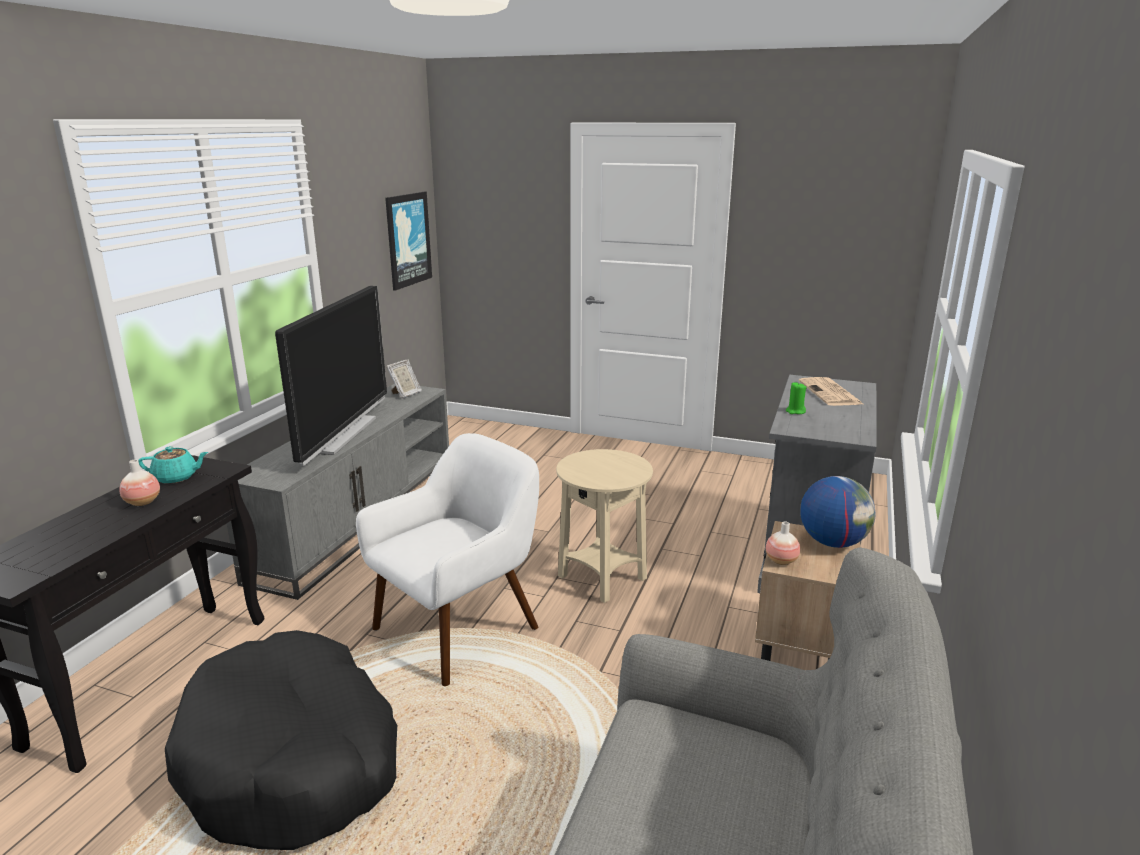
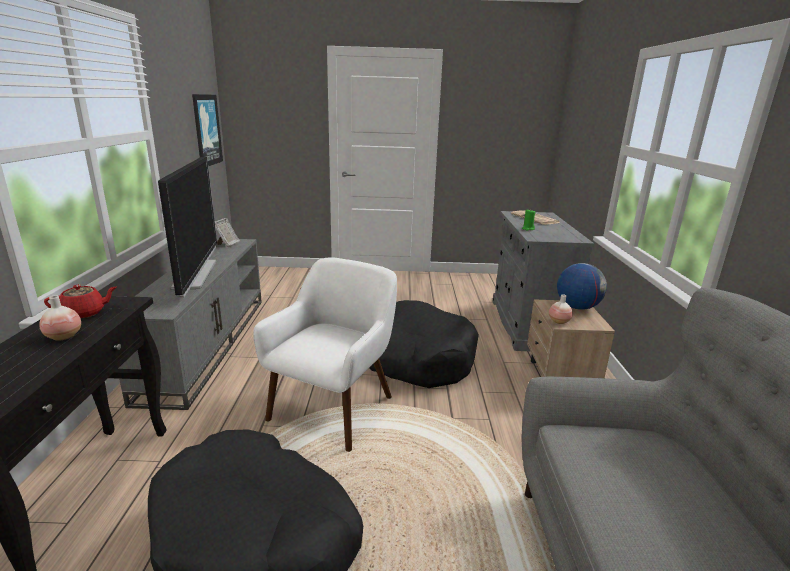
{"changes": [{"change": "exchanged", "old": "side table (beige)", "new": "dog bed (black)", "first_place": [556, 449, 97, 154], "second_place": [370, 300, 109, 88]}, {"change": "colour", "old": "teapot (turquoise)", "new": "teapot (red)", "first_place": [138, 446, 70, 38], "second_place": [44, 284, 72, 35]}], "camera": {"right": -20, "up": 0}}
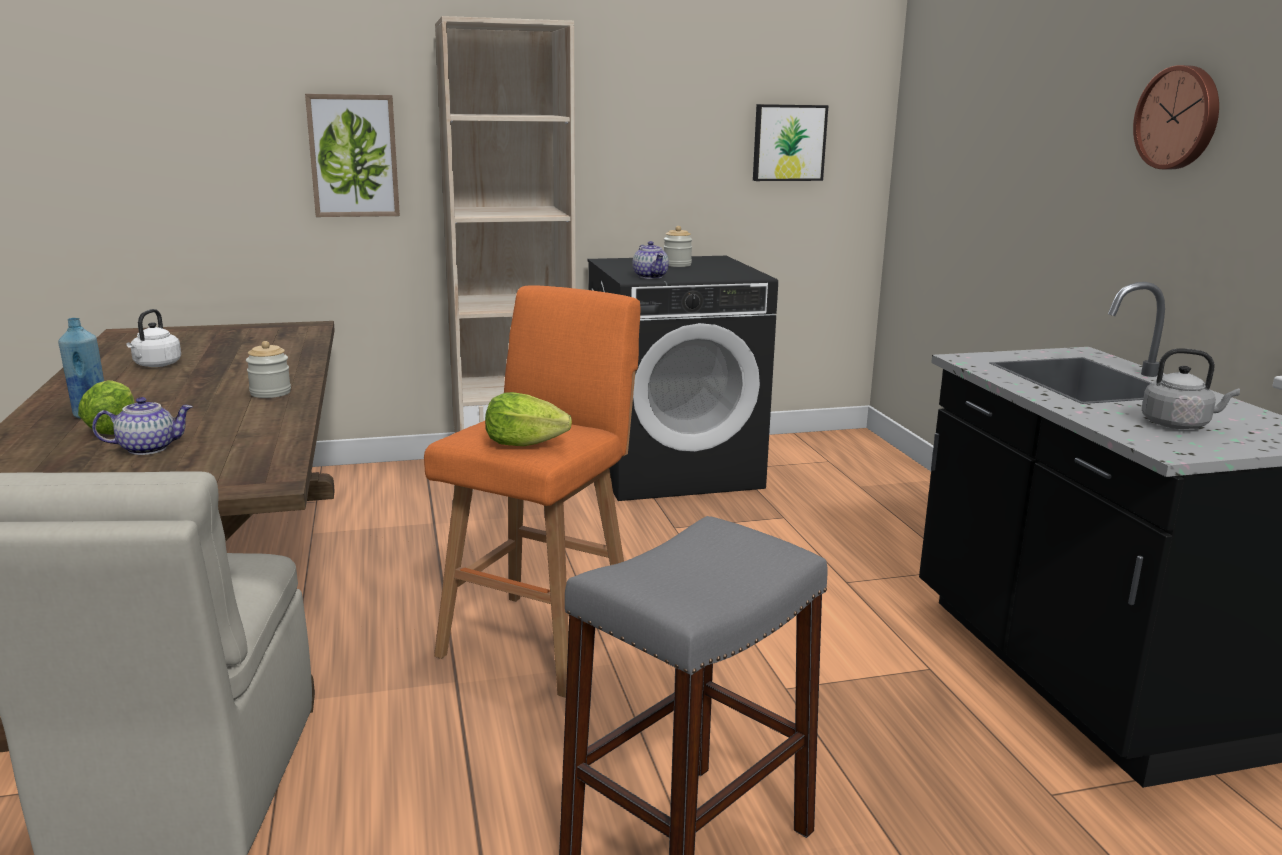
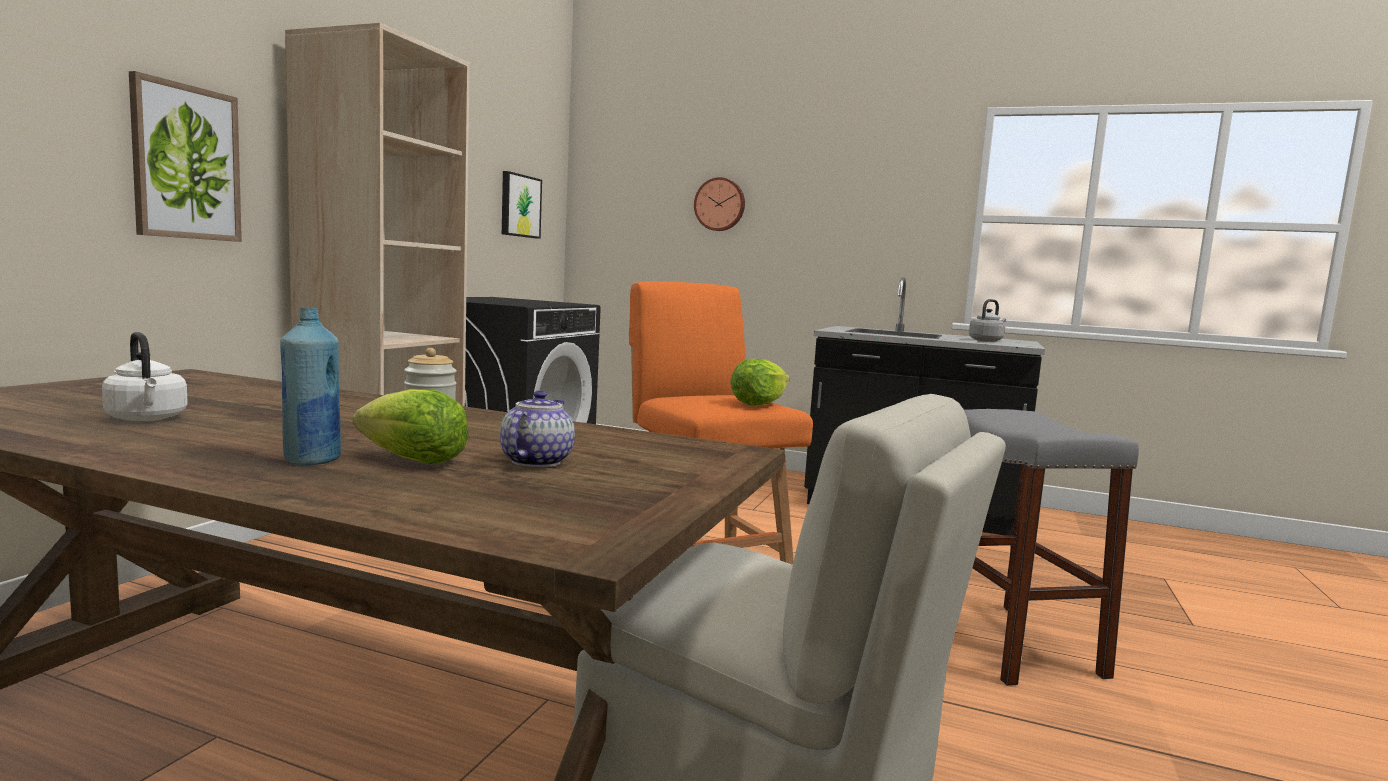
{"changes": [{"change": "missing", "old": "teapot", "first_place": [633, 241, 36, 38]}, {"change": "missing", "old": "jar", "first_place": [664, 226, 28, 41]}, {"change": "relocated", "old": "wall clock", "first_place": [1133, 65, 86, 104], "second_place": [694, 177, 51, 54]}], "camera": {"right": -55, "up": -10}}
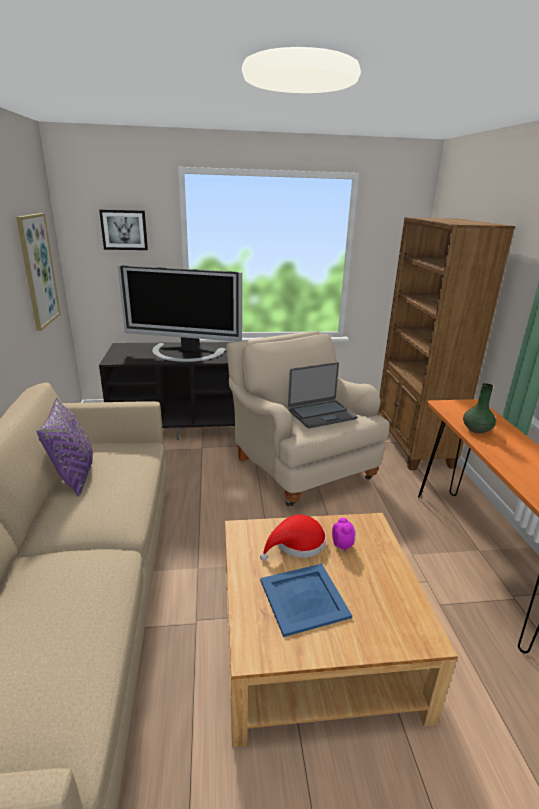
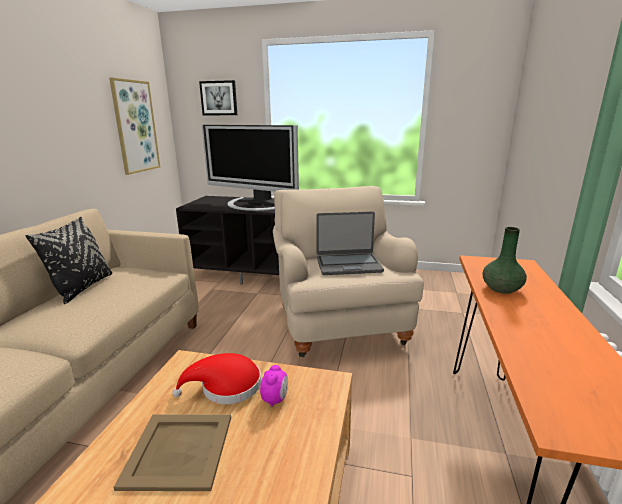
{"changes": [{"change": "missing", "old": "bookcase (brown)", "first_place": [377, 217, 138, 253]}, {"change": "colour", "old": "pillow (purple)", "new": "pillow (black)", "first_place": [36, 398, 57, 98], "second_place": [26, 217, 86, 87]}, {"change": "colour", "old": "tray (blue)", "new": "tray (beige)", "first_place": [260, 564, 92, 73], "second_place": [113, 414, 118, 77]}], "camera": {"right": 20, "up": -5}}
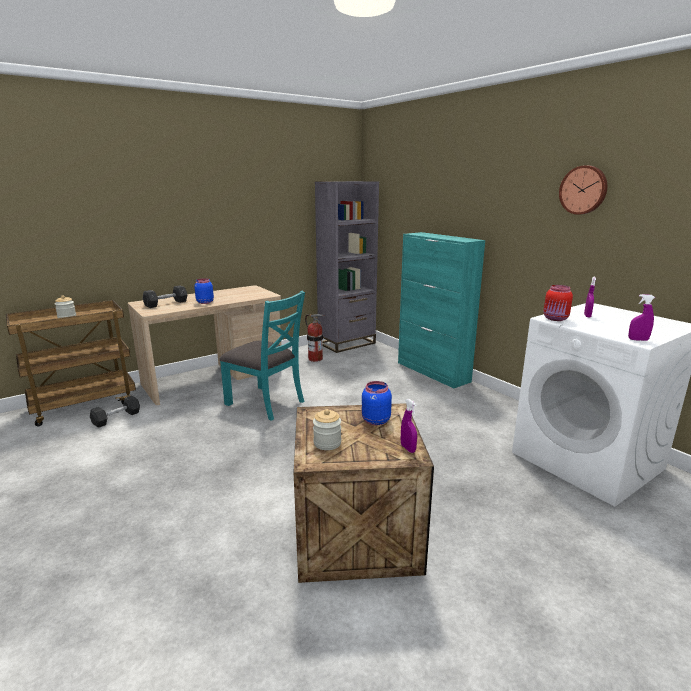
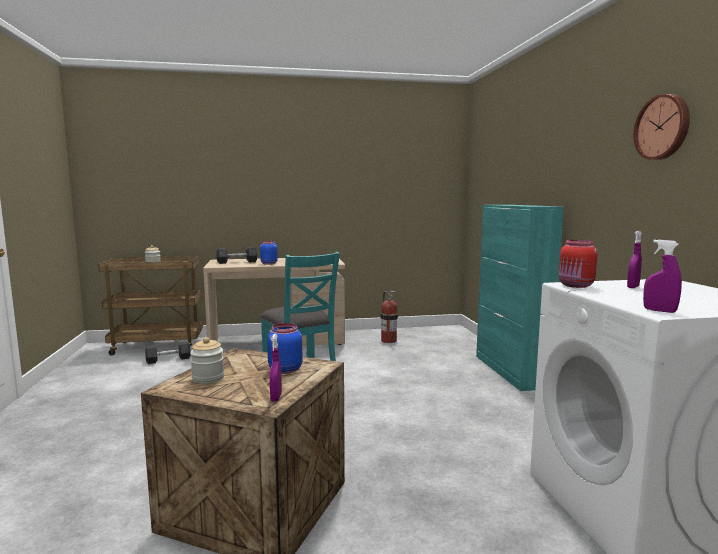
{"changes": [{"change": "missing", "old": "bookcase (grey)", "first_place": [315, 181, 64, 172]}], "camera": {"right": 25, "up": -10}}
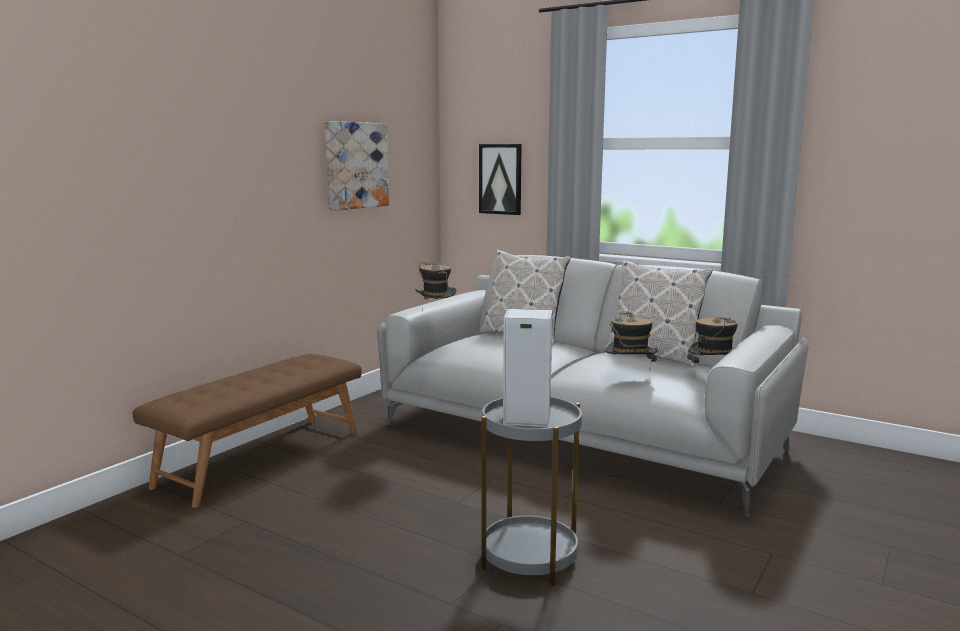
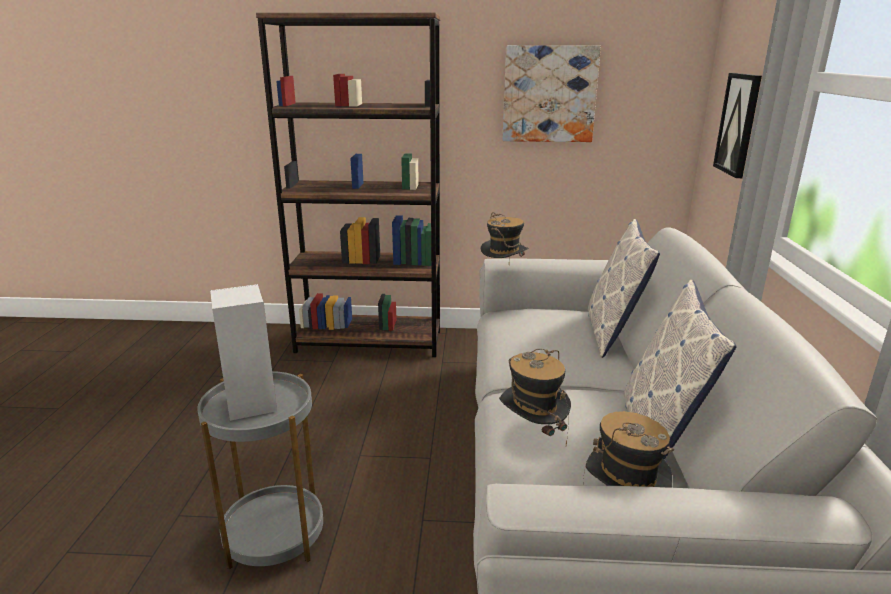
{"changes": [{"change": "exchanged", "old": "bench (brown)", "new": "bookcase (brown)", "first_place": [133, 354, 229, 154], "second_place": [256, 13, 184, 344]}], "camera": {"right": 60, "up": 10}}
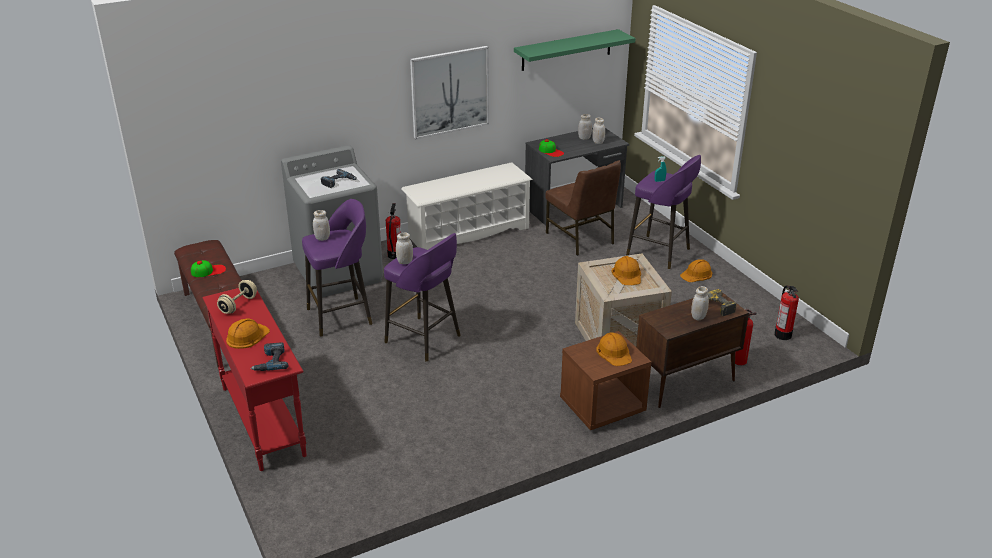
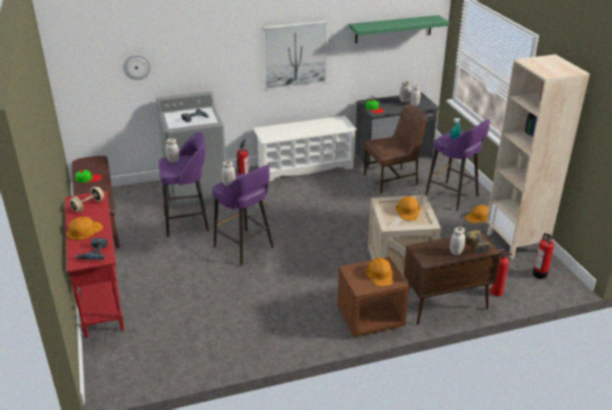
{"changes": [{"change": "appeared", "new": "wall clock", "second_place": [123, 54, 28, 26]}, {"change": "appeared", "new": "bookcase (beige)", "second_place": [487, 54, 103, 206]}, {"change": "spun", "old": "chair (brown)", "first_place": [545, 160, 76, 96], "second_place": [364, 103, 63, 91], "degrees": -90}], "camera": {"right": 10, "up": 0}}
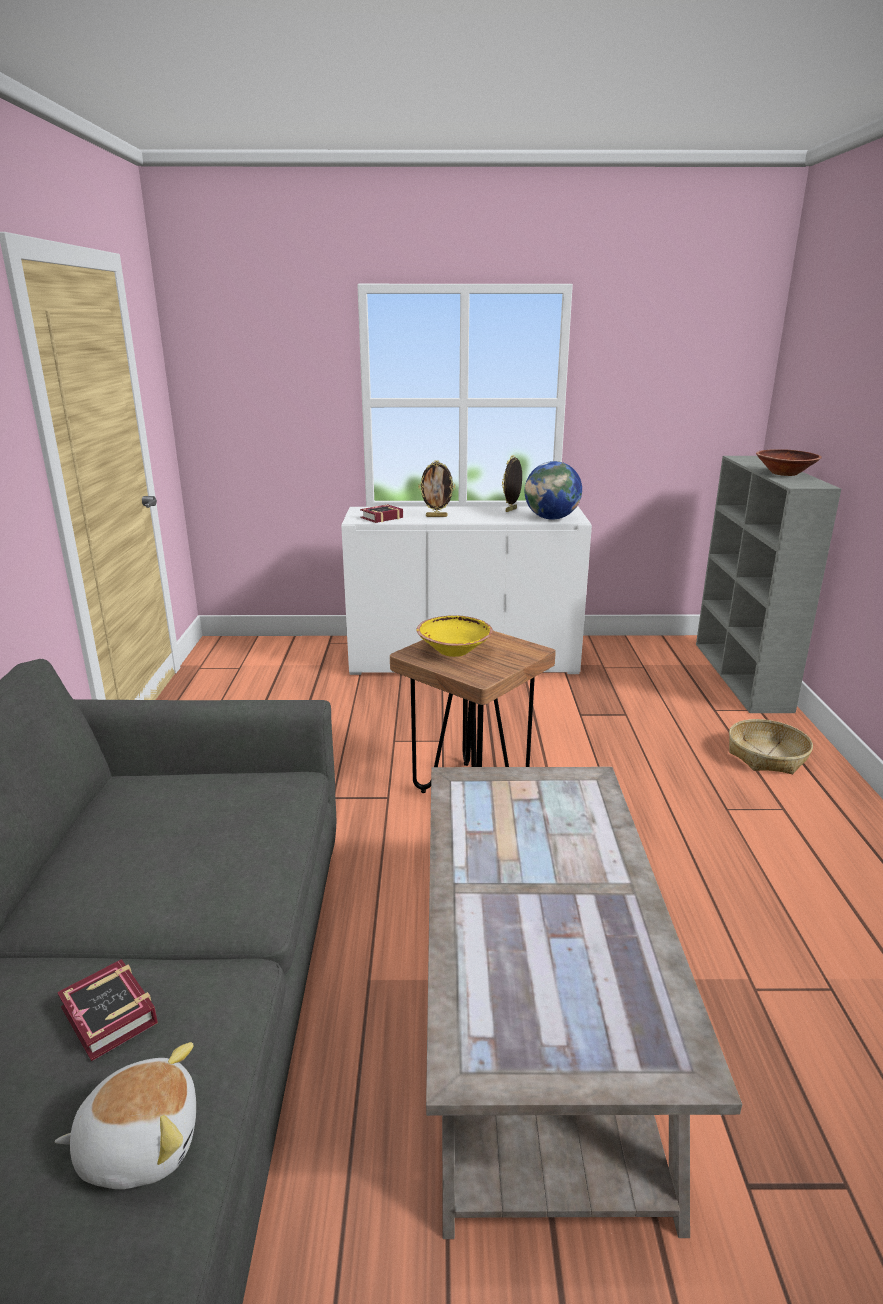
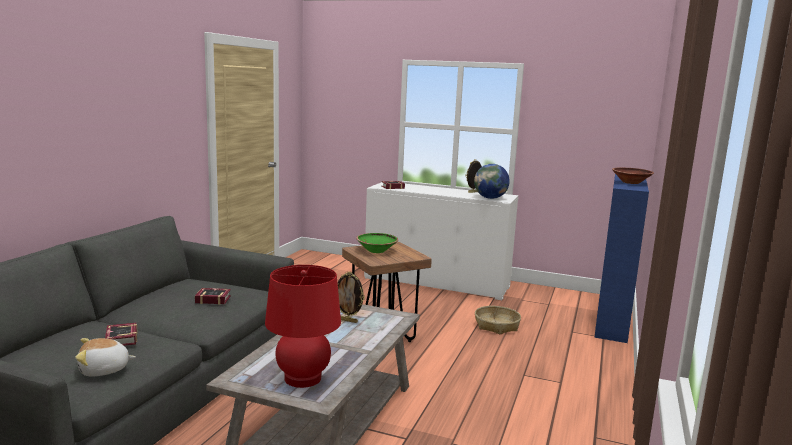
{"changes": [{"change": "appeared", "new": "book", "second_place": [195, 288, 36, 17]}, {"change": "appeared", "new": "table lamp (red)", "second_place": [265, 265, 76, 123]}, {"change": "relocated", "old": "picture frame", "first_place": [418, 460, 37, 57], "second_place": [338, 272, 27, 51]}, {"change": "relocated", "old": "basket", "first_place": [729, 719, 84, 55], "second_place": [475, 306, 46, 28]}, {"change": "colour", "old": "bowl (yellow)", "new": "bowl (green)", "first_place": [416, 615, 76, 42], "second_place": [356, 233, 42, 20]}, {"change": "colour", "old": "bookcase (grey)", "new": "bookcase (blue)", "first_place": [696, 456, 145, 257], "second_place": [594, 174, 55, 169]}, {"change": "spun", "old": "plush toy", "first_place": [55, 1042, 141, 147], "second_place": [75, 338, 61, 39], "degrees": 150}], "camera": {"right": 20, "up": -10}}
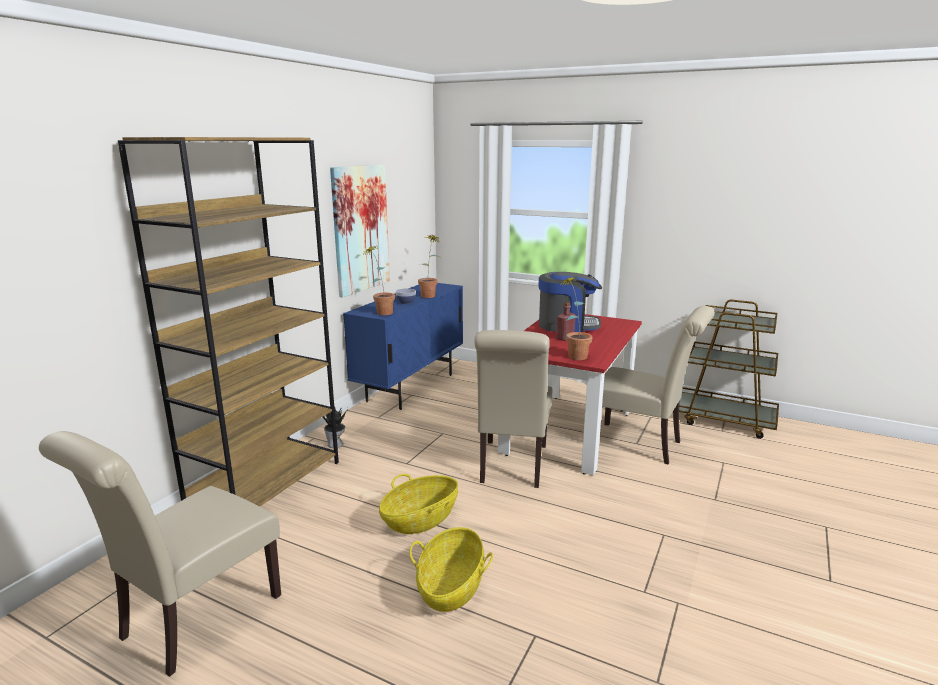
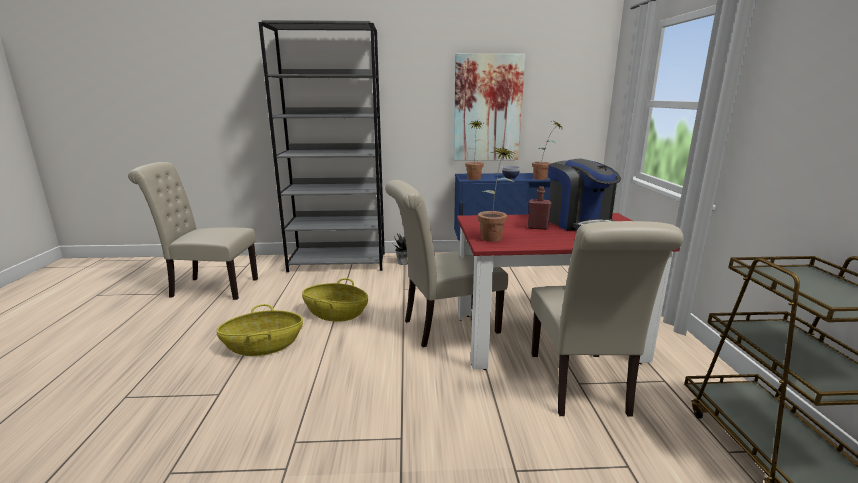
{"changes": [{"change": "colour", "old": "bookcase (brown)", "new": "bookcase (grey)", "first_place": [118, 137, 221, 369], "second_place": [258, 20, 127, 252]}], "camera": {"right": 60, "up": 0}}
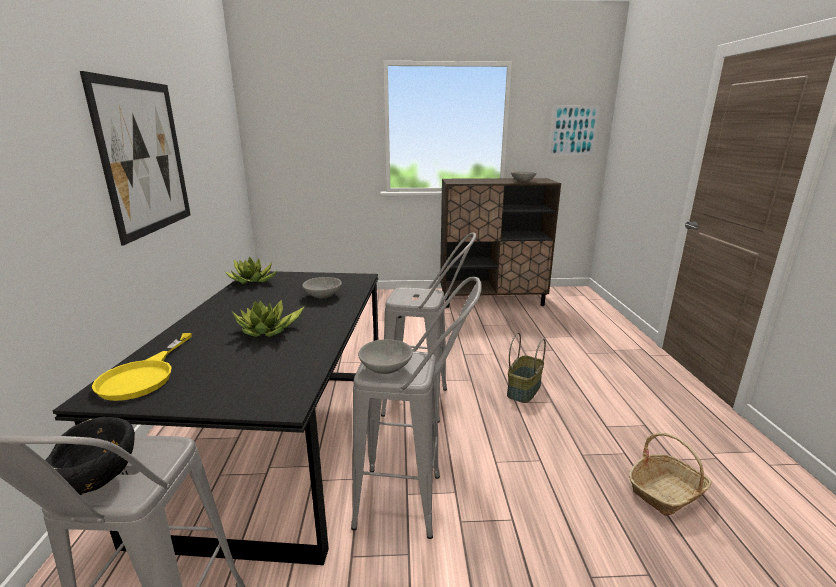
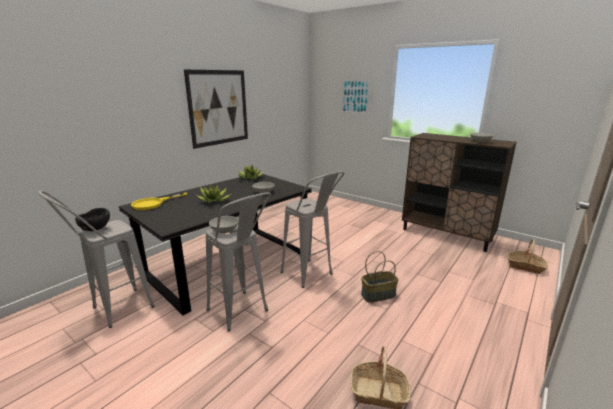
{"changes": [{"change": "appeared", "new": "basket", "second_place": [507, 239, 41, 35]}, {"change": "relocated", "old": "picture", "first_place": [548, 105, 53, 51], "second_place": [340, 79, 31, 35]}], "camera": {"right": 40, "up": 0}}
